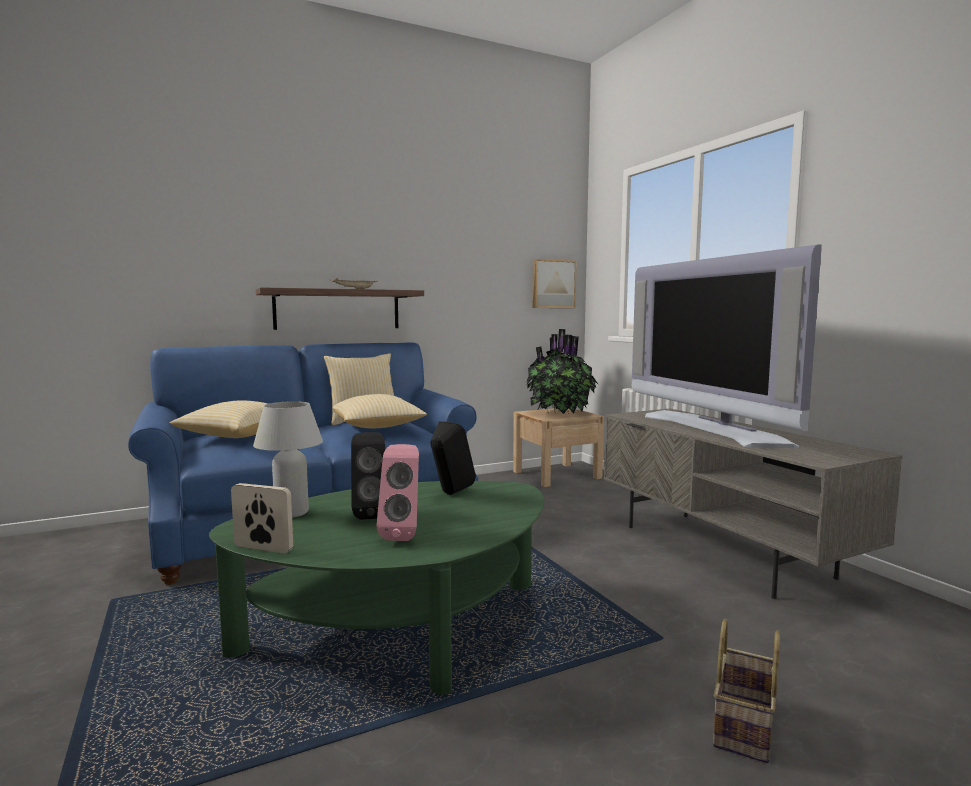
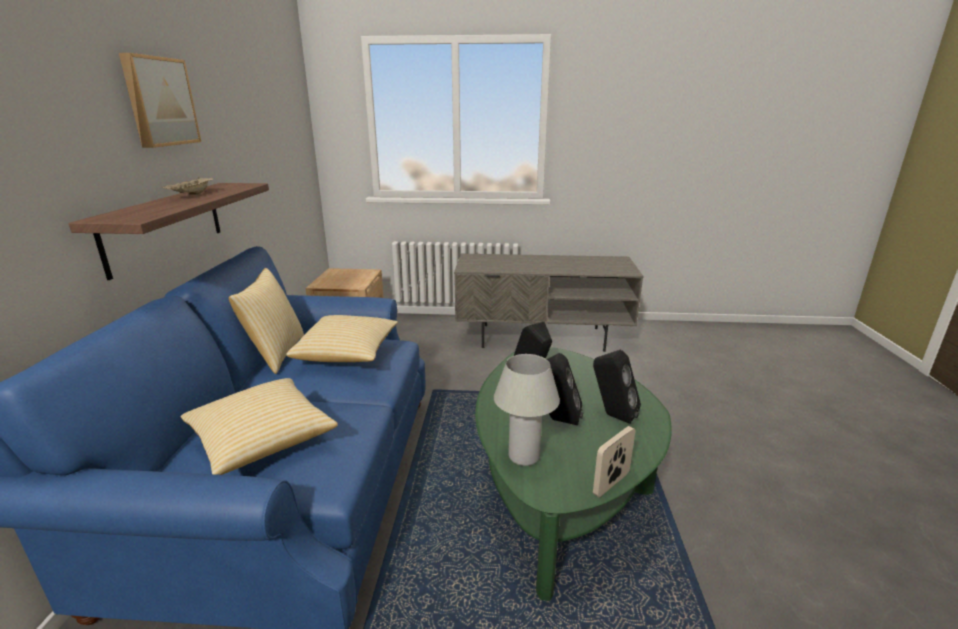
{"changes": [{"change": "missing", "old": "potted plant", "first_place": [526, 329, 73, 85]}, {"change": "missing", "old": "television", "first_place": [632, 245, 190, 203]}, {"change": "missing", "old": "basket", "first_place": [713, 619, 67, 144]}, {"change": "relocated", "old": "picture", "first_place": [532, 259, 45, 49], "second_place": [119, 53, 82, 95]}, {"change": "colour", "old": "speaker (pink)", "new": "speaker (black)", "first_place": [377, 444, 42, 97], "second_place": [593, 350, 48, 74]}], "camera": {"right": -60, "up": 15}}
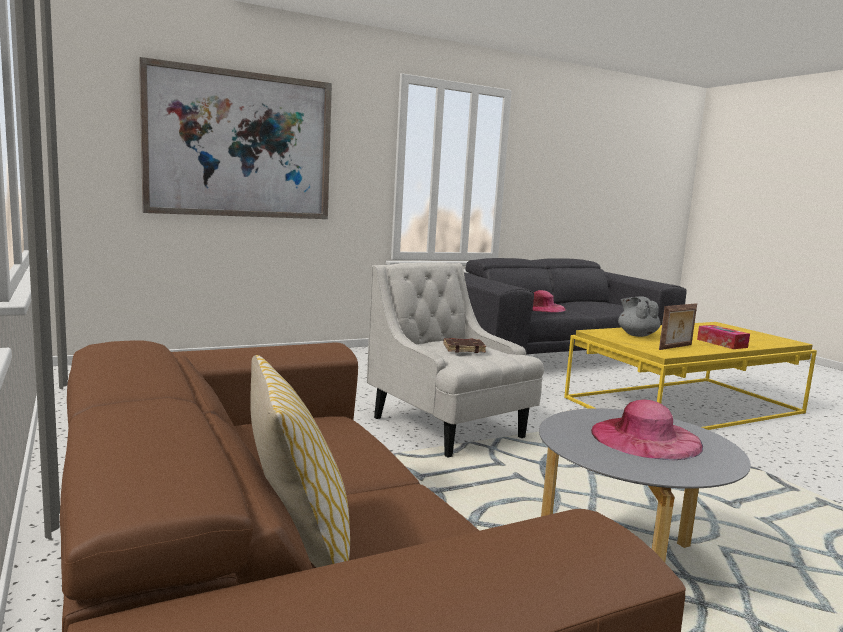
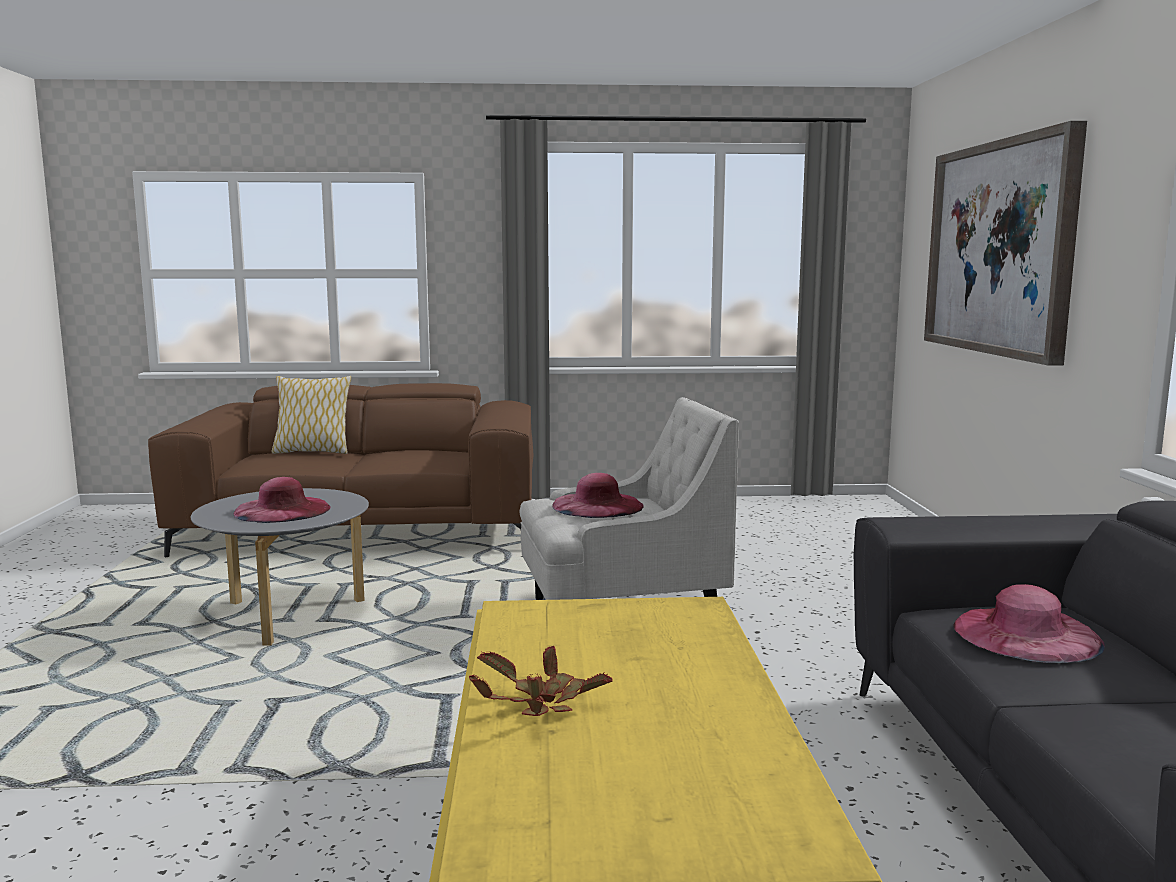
{"changes": [{"change": "missing", "old": "teapot (grey)", "first_place": [618, 296, 42, 41]}, {"change": "missing", "old": "picture frame", "first_place": [659, 303, 38, 47]}, {"change": "exchanged", "old": "book (brown)", "new": "hat (pink)", "first_place": [443, 338, 43, 15], "second_place": [553, 473, 91, 45]}, {"change": "exchanged", "old": "tissue box", "new": "potted plant", "first_place": [697, 325, 53, 24], "second_place": [469, 645, 144, 71]}], "camera": {"right": 115, "up": 0}}
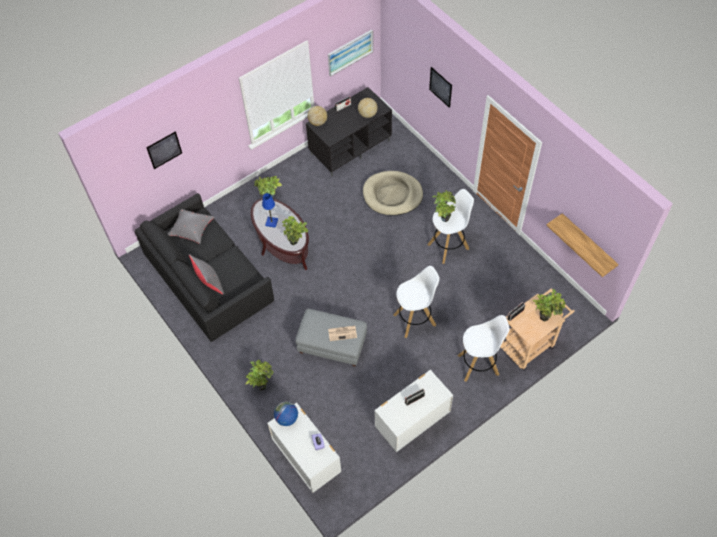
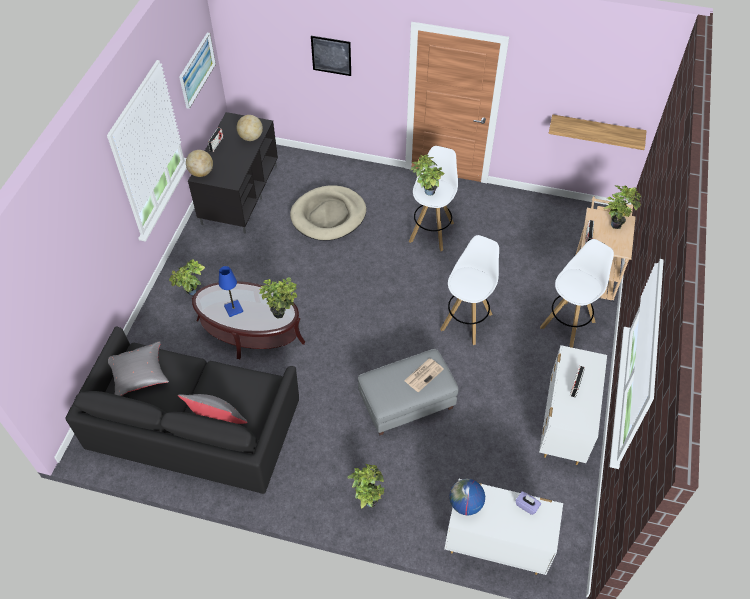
{"changes": [{"change": "missing", "old": "picture", "first_place": [146, 131, 36, 38]}], "camera": {"right": -40, "up": -5}}
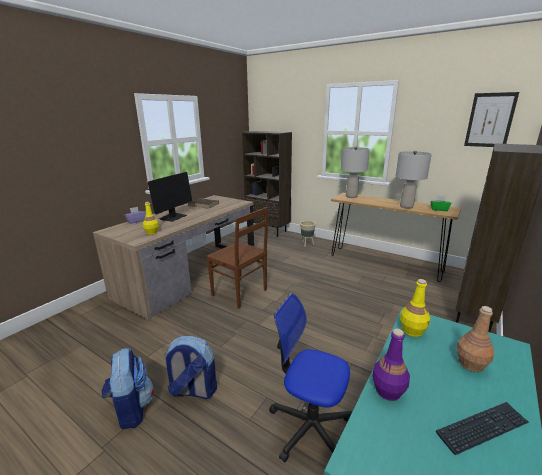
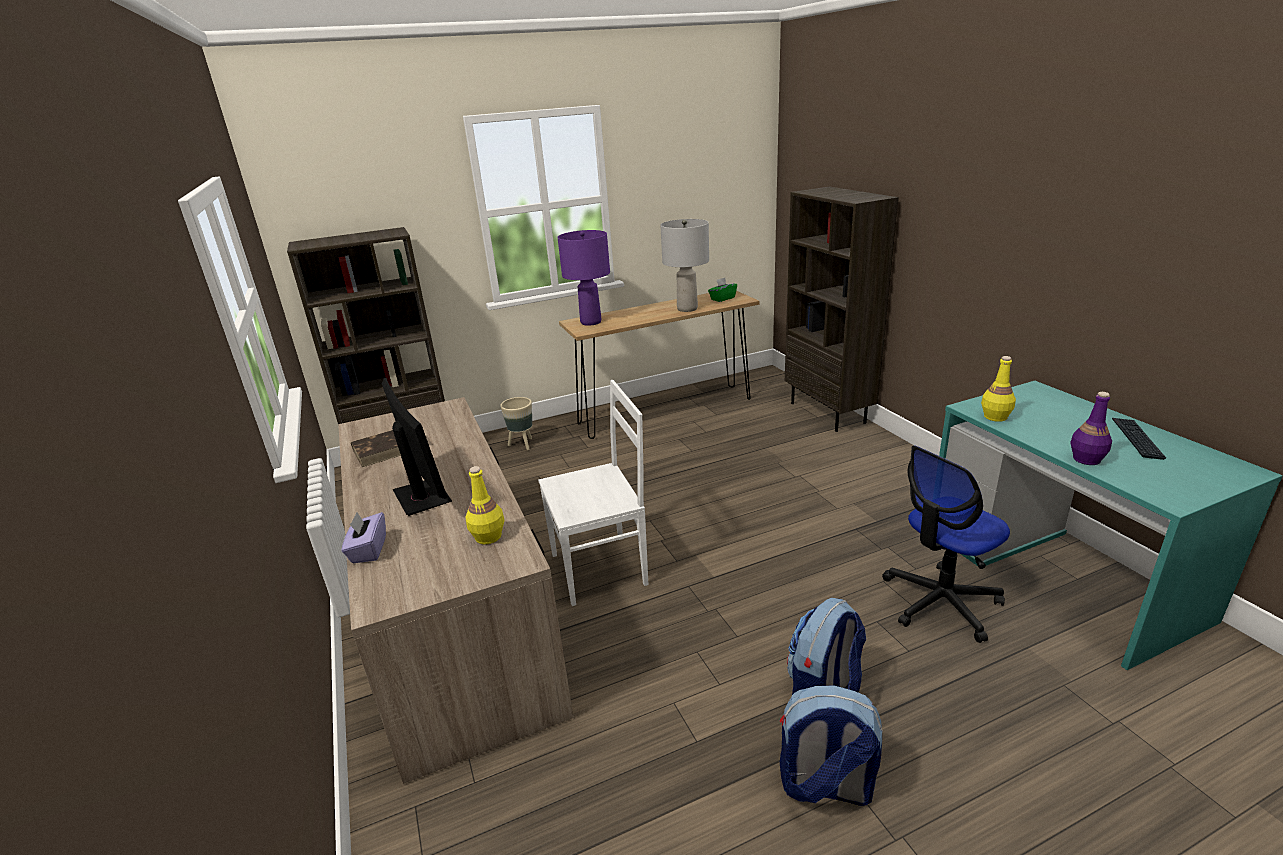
{"changes": [{"change": "missing", "old": "bottle (brown)", "first_place": [456, 306, 39, 66]}, {"change": "missing", "old": "picture", "first_place": [464, 92, 55, 55]}, {"change": "colour", "old": "chair (brown)", "new": "chair (white)", "first_place": [206, 207, 62, 102], "second_place": [538, 380, 111, 226]}, {"change": "colour", "old": "table lamp (grey)", "new": "table lamp (purple)", "first_place": [341, 147, 29, 51], "second_place": [557, 230, 53, 96]}], "camera": {"right": -55, "up": 5}}
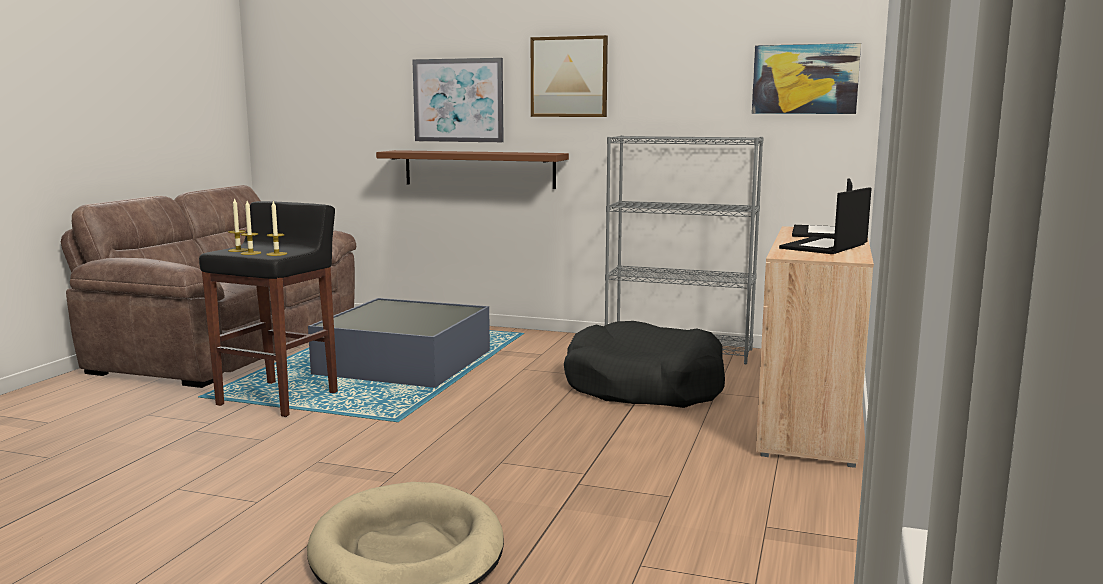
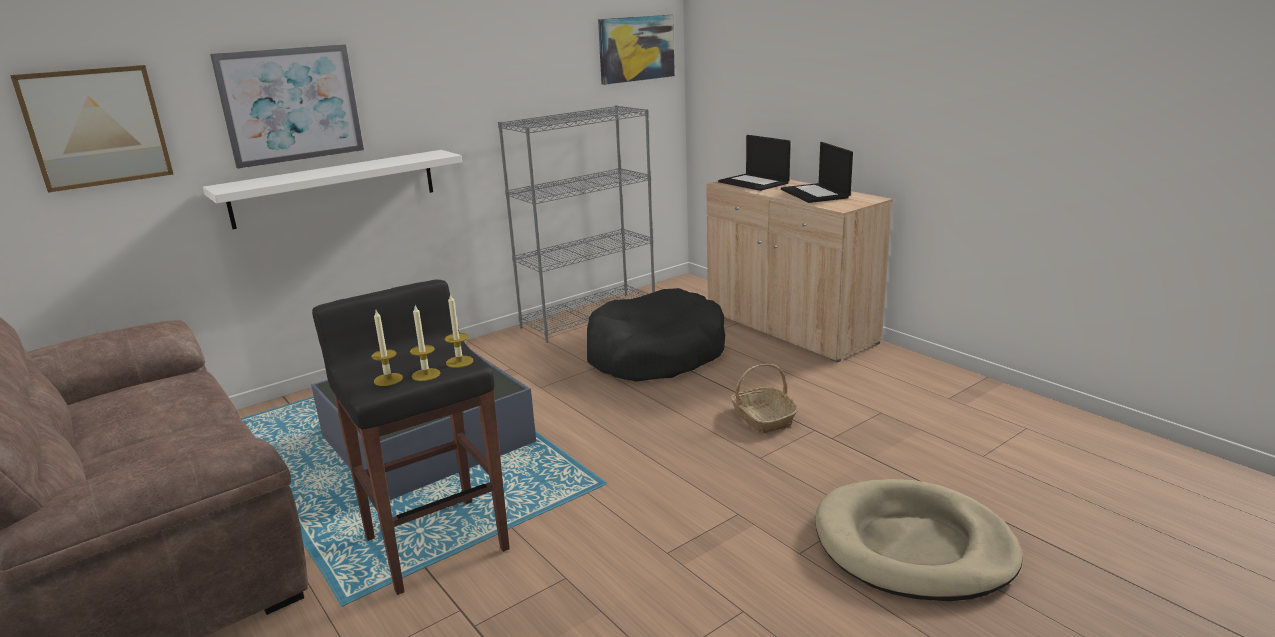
{"changes": [{"change": "appeared", "new": "basket", "second_place": [730, 364, 68, 70]}, {"change": "relocated", "old": "picture", "first_place": [531, 35, 77, 82], "second_place": [10, 65, 163, 128]}, {"change": "colour", "old": "shelf (brown)", "new": "shelf (white)", "first_place": [376, 150, 193, 39], "second_place": [203, 150, 259, 79]}], "camera": {"right": -55, "up": 10}}
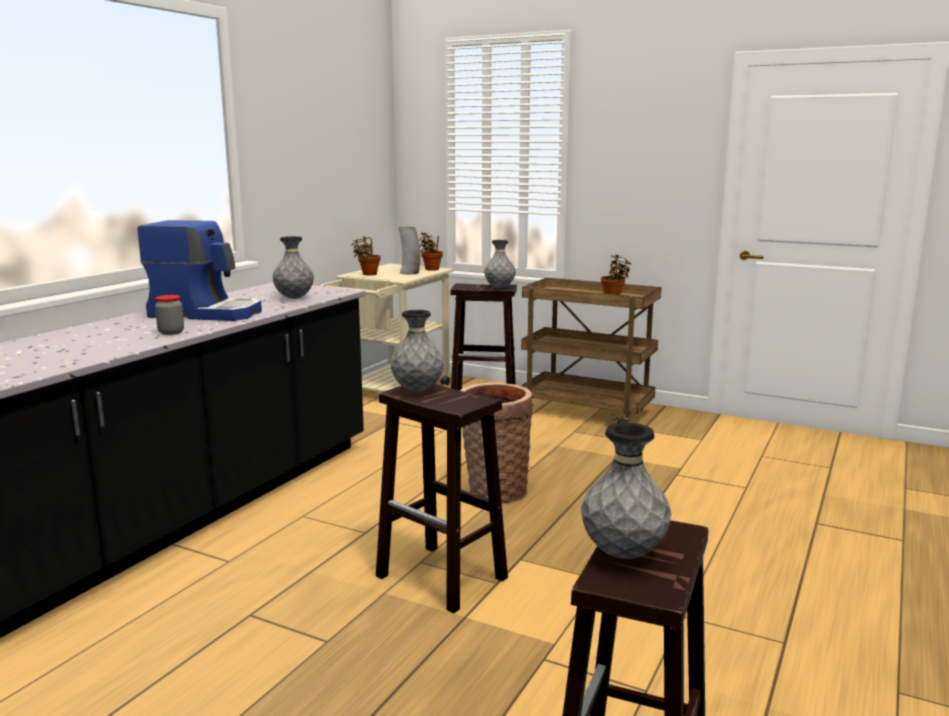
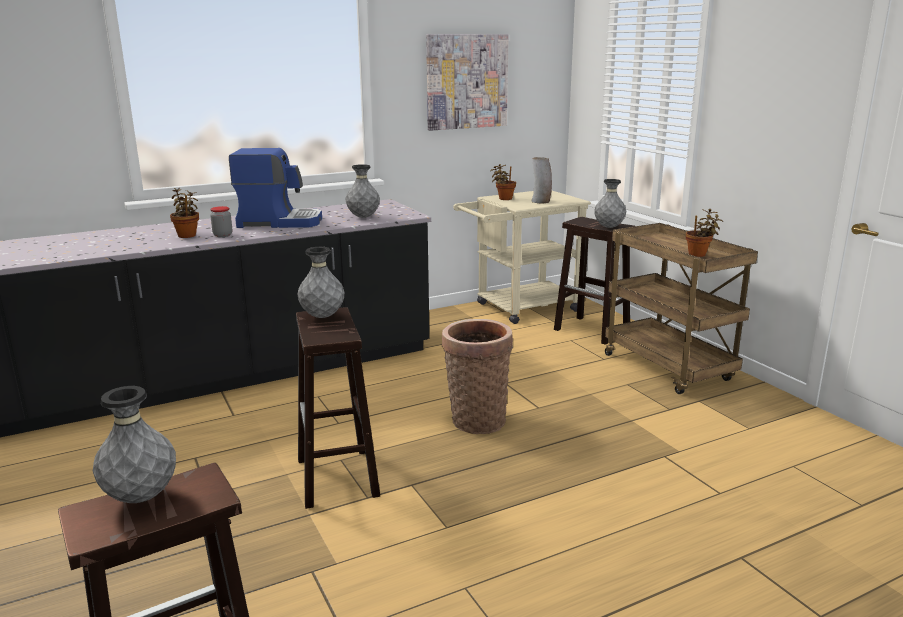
{"changes": [{"change": "appeared", "new": "picture", "second_place": [426, 34, 83, 97]}, {"change": "relocated", "old": "potted plant", "first_place": [419, 232, 24, 39], "second_place": [170, 188, 29, 50]}, {"change": "spun", "old": "coffee machine", "first_place": [138, 220, 124, 101], "second_place": [229, 148, 93, 80], "degrees": -45}], "camera": {"right": 35, "up": 5}}
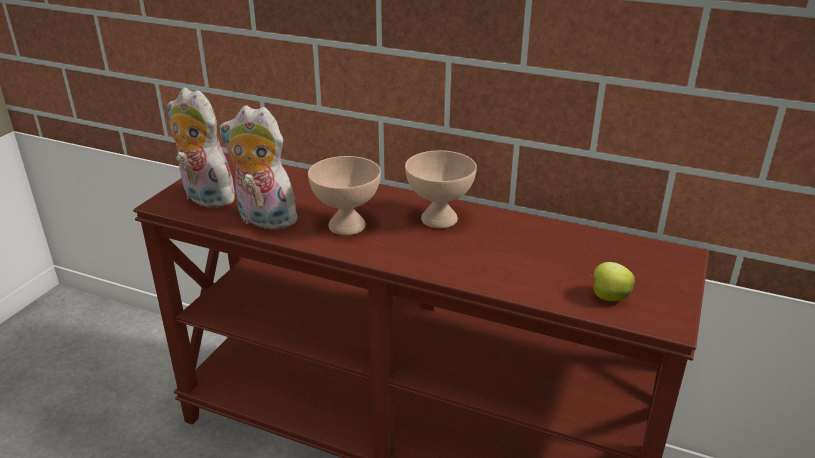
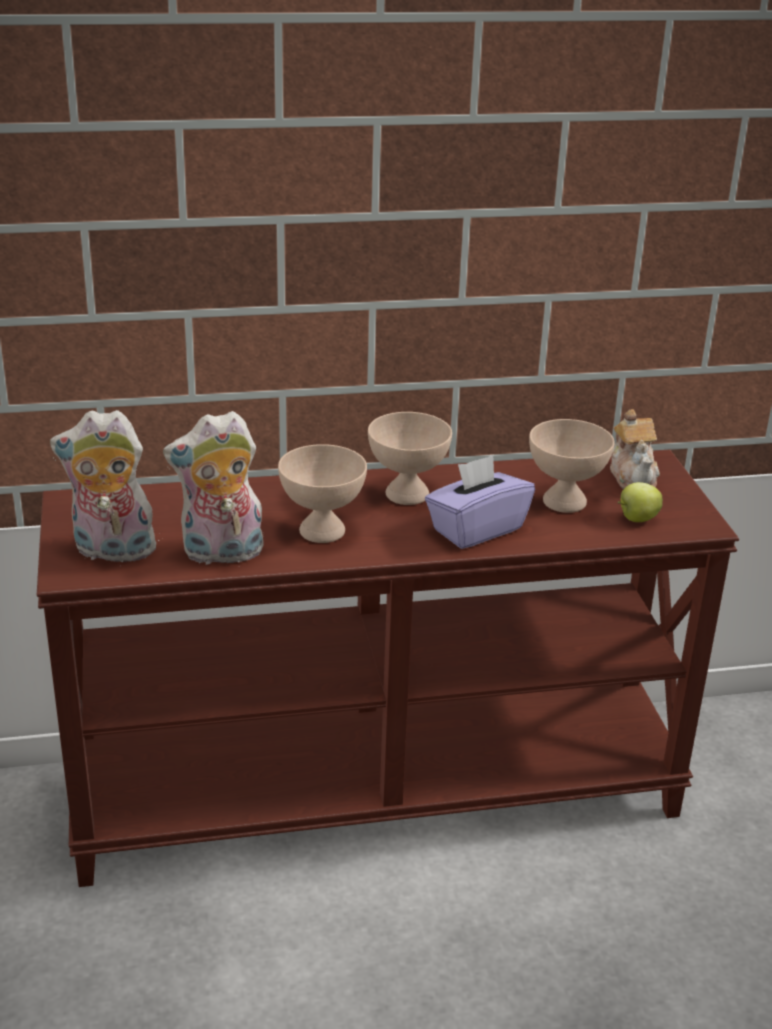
{"changes": [{"change": "appeared", "new": "tissue box (purple)", "second_place": [425, 455, 110, 94]}, {"change": "appeared", "new": "bowl (beige)", "second_place": [529, 419, 86, 94]}, {"change": "appeared", "new": "teapot", "second_place": [610, 409, 50, 80]}], "camera": {"right": -35, "up": 0}}
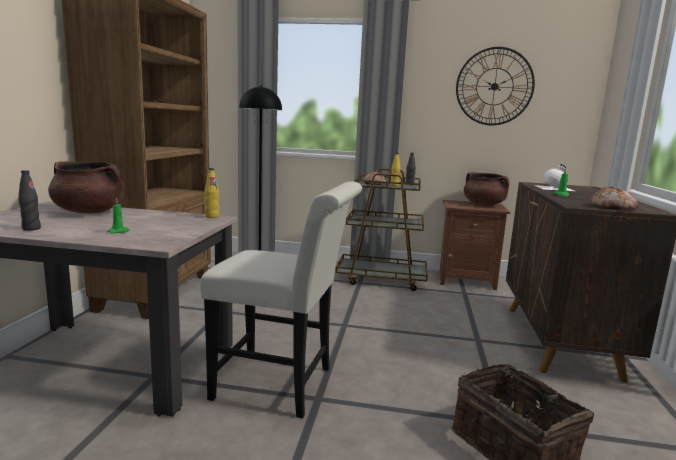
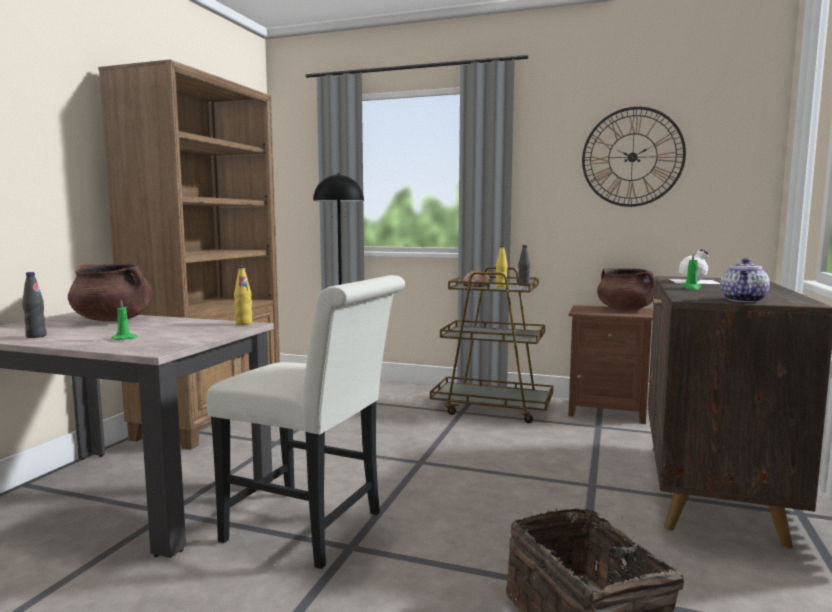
{"changes": [{"change": "exchanged", "old": "bread", "new": "teapot", "first_place": [591, 186, 47, 24], "second_place": [720, 258, 50, 44]}], "camera": {"right": 10, "up": -5}}
